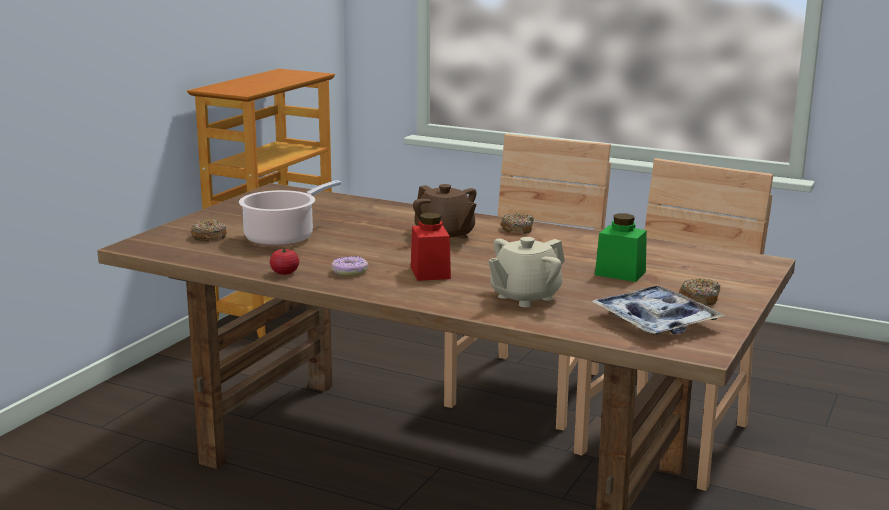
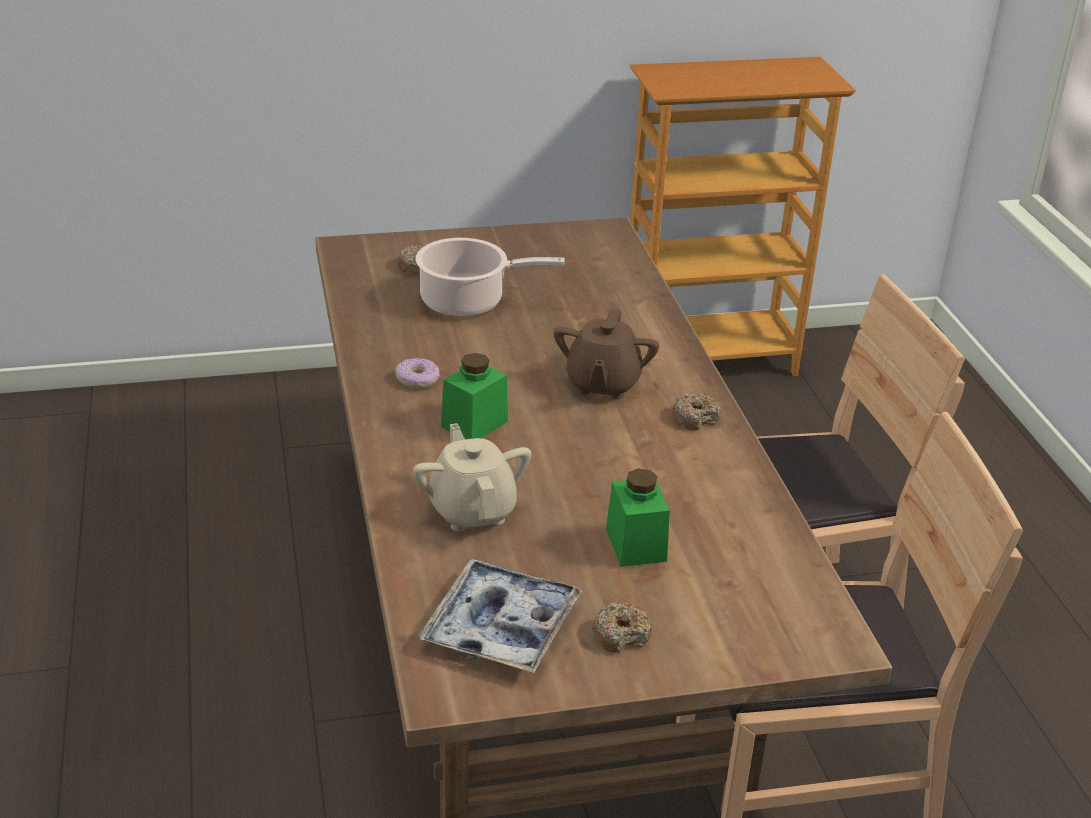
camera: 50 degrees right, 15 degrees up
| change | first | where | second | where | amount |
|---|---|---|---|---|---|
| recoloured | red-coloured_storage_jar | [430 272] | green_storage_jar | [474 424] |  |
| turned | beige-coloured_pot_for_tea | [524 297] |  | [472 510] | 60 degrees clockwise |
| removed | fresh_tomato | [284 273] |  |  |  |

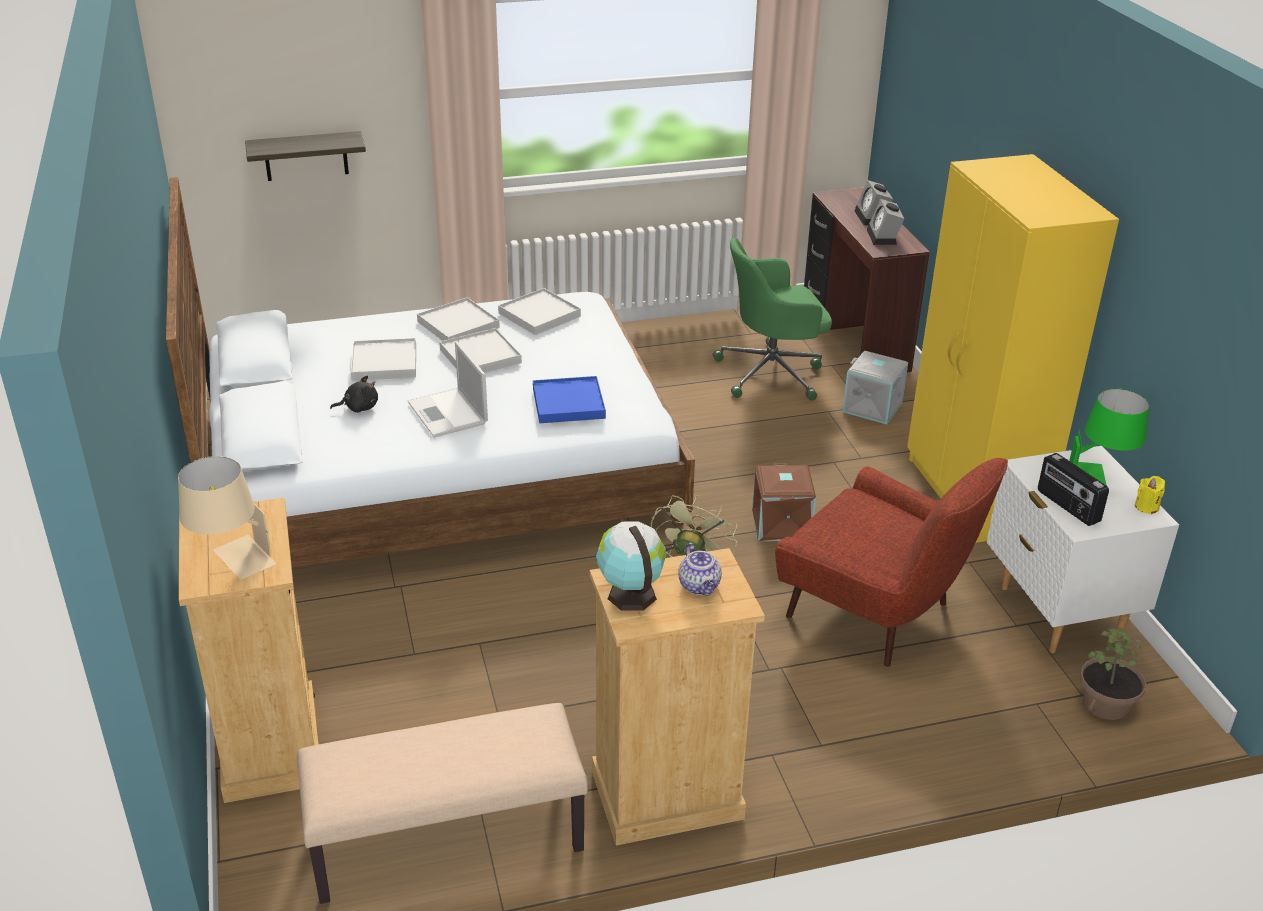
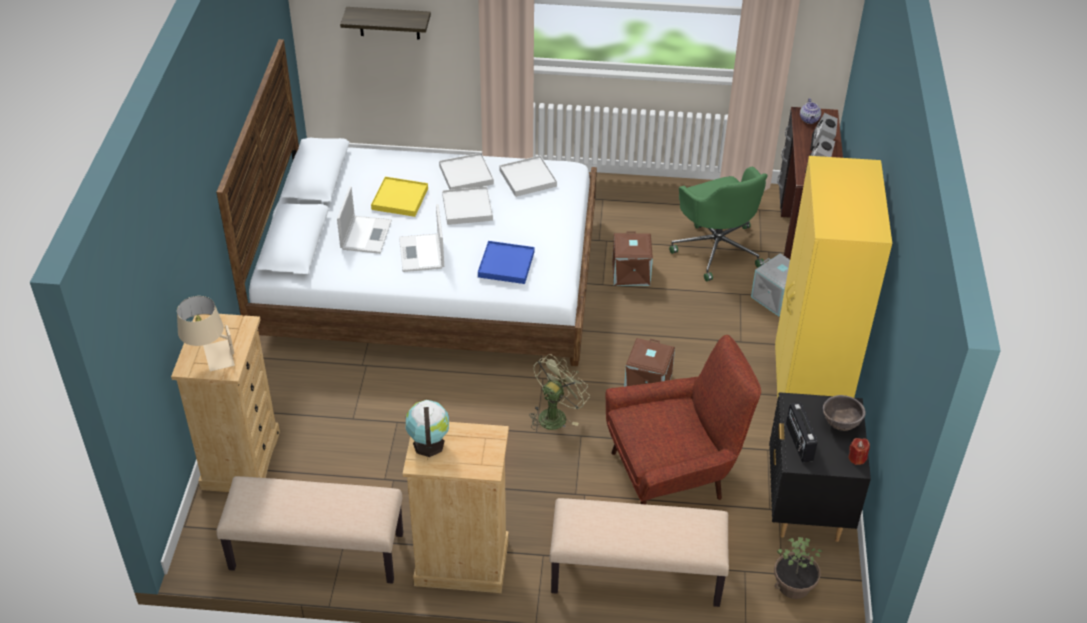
camera: 20 degrees right, 10 degrees up
| change | first | where | second | where | amount |
|---|---|---|---|---|---|
| turned | green_computer_chair | [772 373] |  | [717 248] | 120 degrees counterclockwise |
| recoloured | white_carrying_tray | [384 363] | yellowish_carrying_tray | [400 199] |  |
| replaced | blackish_plush_toy | [359 407] | portable_computer | [366 234] |  |
| replaced | green_lamp_for_a_table | [1099 477] | brown_serving_bowl | [840 425] |  |
| recoloured | white_bedside_table | [1058 613] | blackish_bedside_table | [806 508] |  |
| turned | red-coloured_easy_chair | [876 615] |  | [673 473] | 75 degrees counterclockwise |
| recoloured | yellowish_wax_light | [1146 507] | red-coloured_wax_light | [857 458] |  |
| moved | pot_for_tea | [700 586] |  | [809 120] |  |
| added |  |  | brown_storage_container | [632 273] |  |
| added |  |  | beige-coloured_long_seat | [635 575] |  |

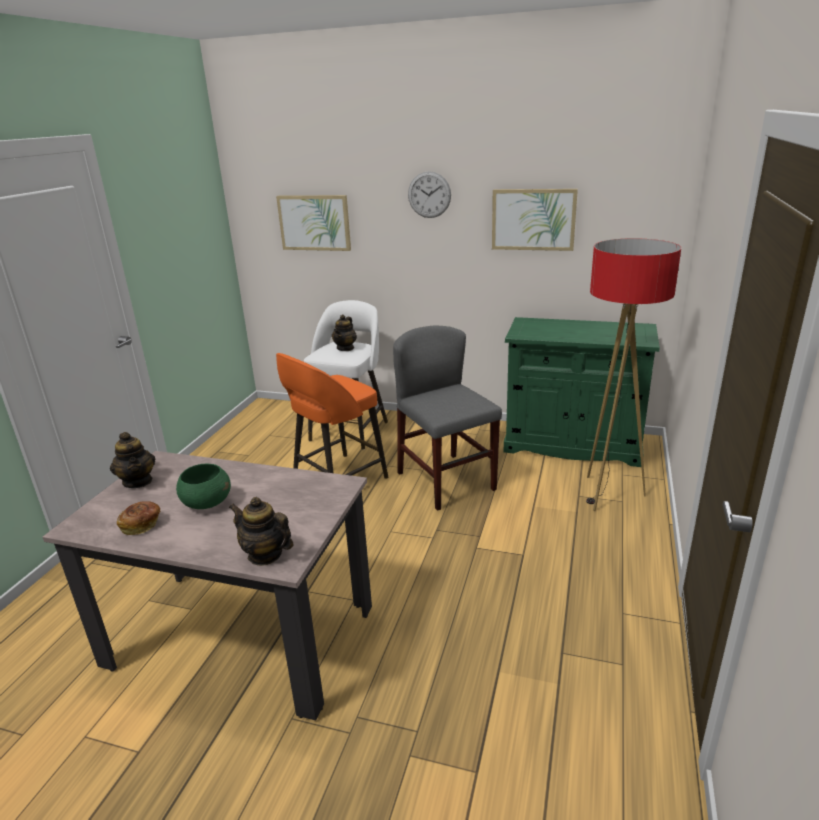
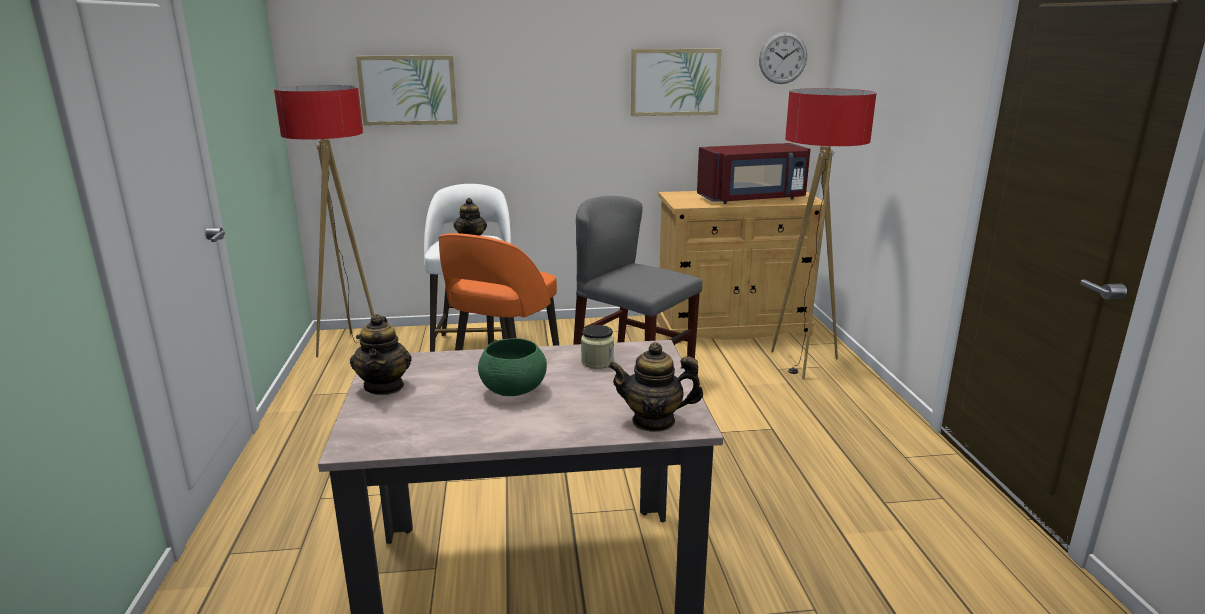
camera: 25 degrees left, 5 degrees down
| change | first | where | second | where | amount |
|---|---|---|---|---|---|
| moved | clock_on_the_wall | [429 195] |  | [783 58] |  |
| recoloured | green_cabinet | [572 444] | beige-coloured_cabinet | [732 326] |  |
| turned | pot_for_tea | [138 481] |  | [384 386] | 45 degrees clockwise |
| removed | bakery_bread | [142 525] |  |  |  |
| added |  |  | standard_lamp | [350 346] |  |
| added |  |  | red-coloured_microwave | [753 199] |  |
| added |  |  | storage_jar | [597 362] |  |

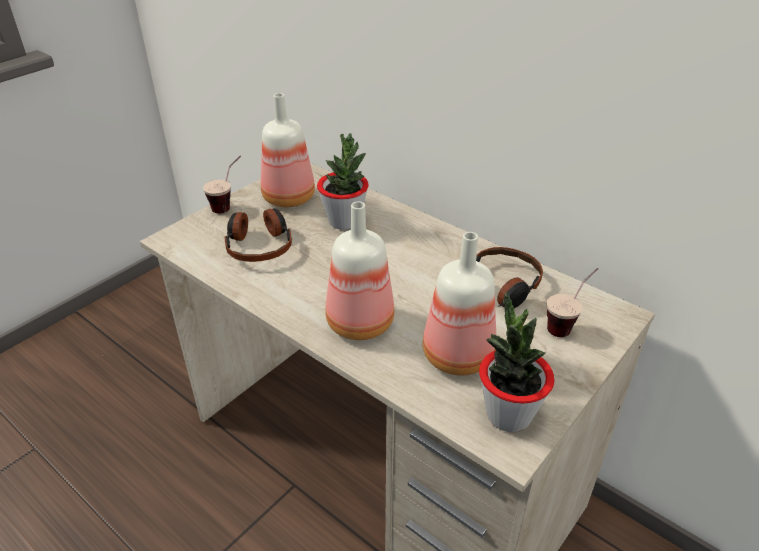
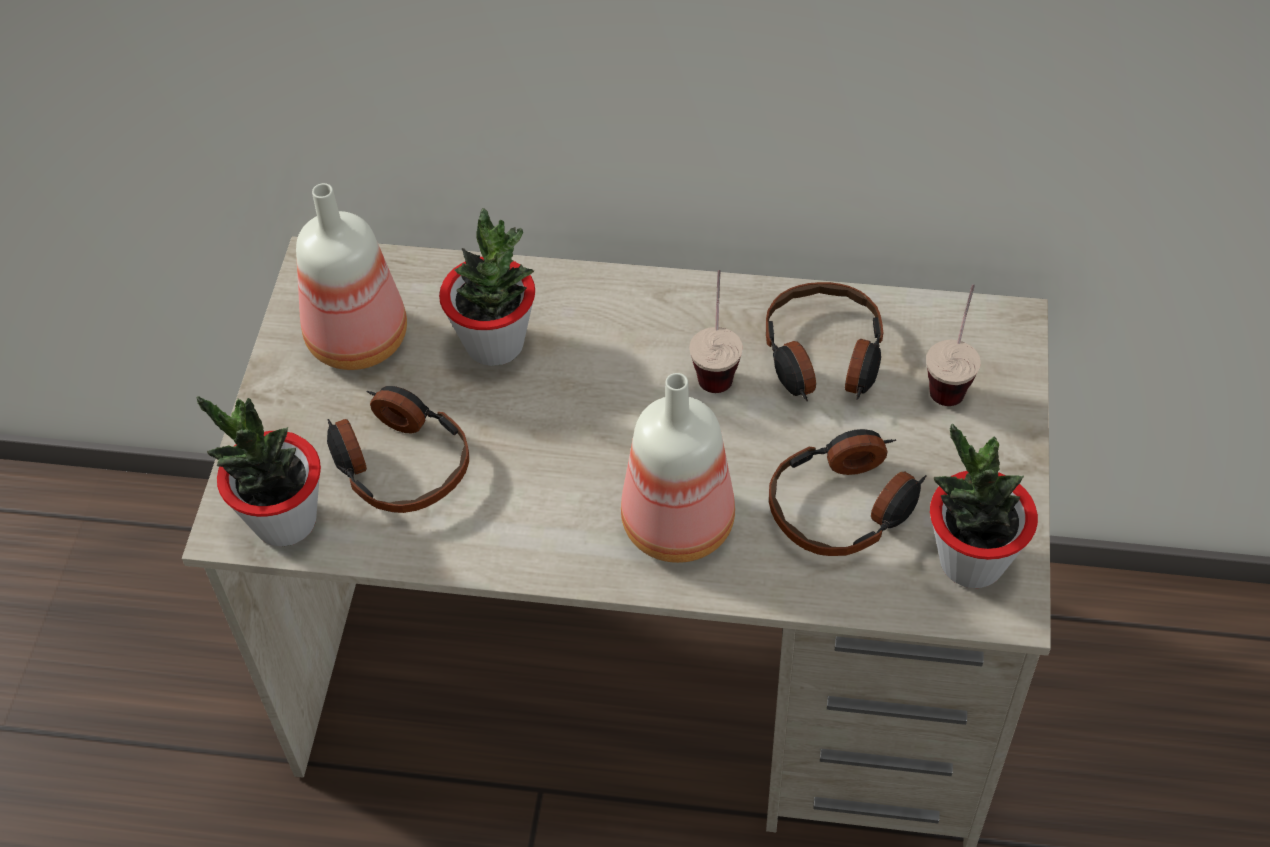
camera: 30 degrees left, 15 degrees up
| change | first | where | second | where | amount |
|---|---|---|---|---|---|
| moved | drinking_cup | [229 204] |  | [716 363] |  |
| replaced | drink_bottle | [456 354] | headset | [845 505] |  |
| added |  |  | plant_in_a_pot | [284 521] |  |

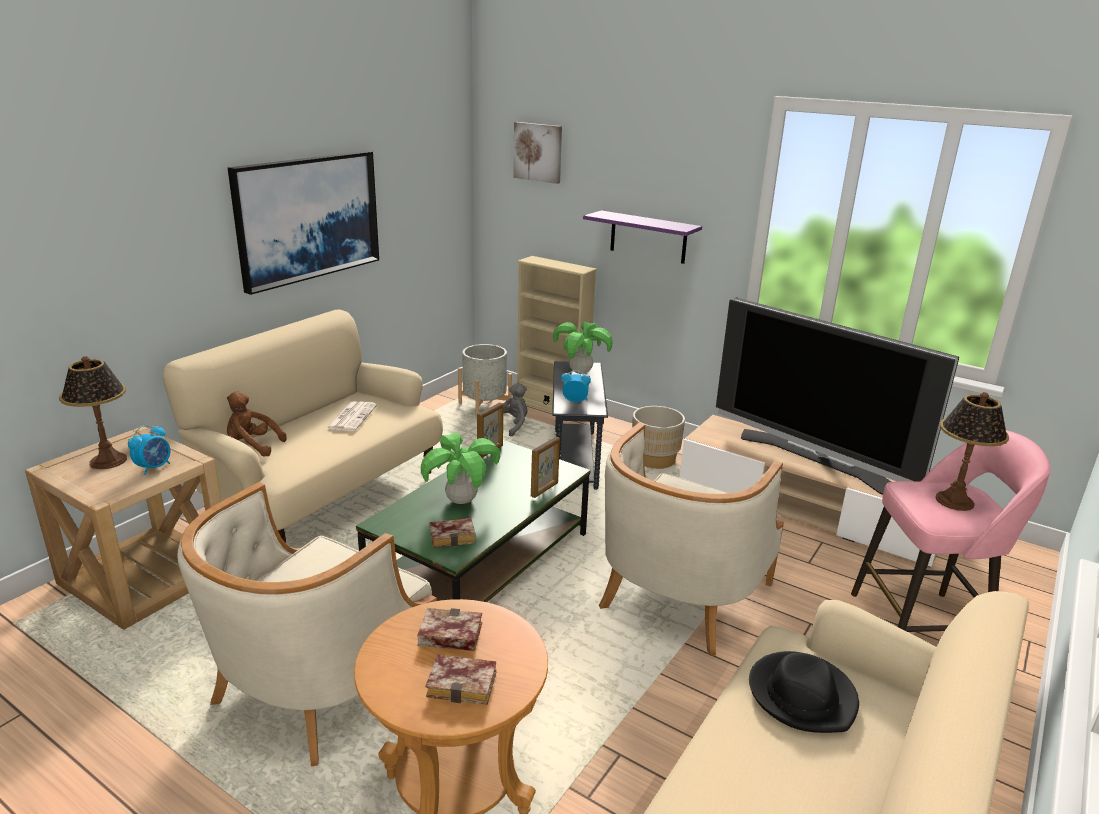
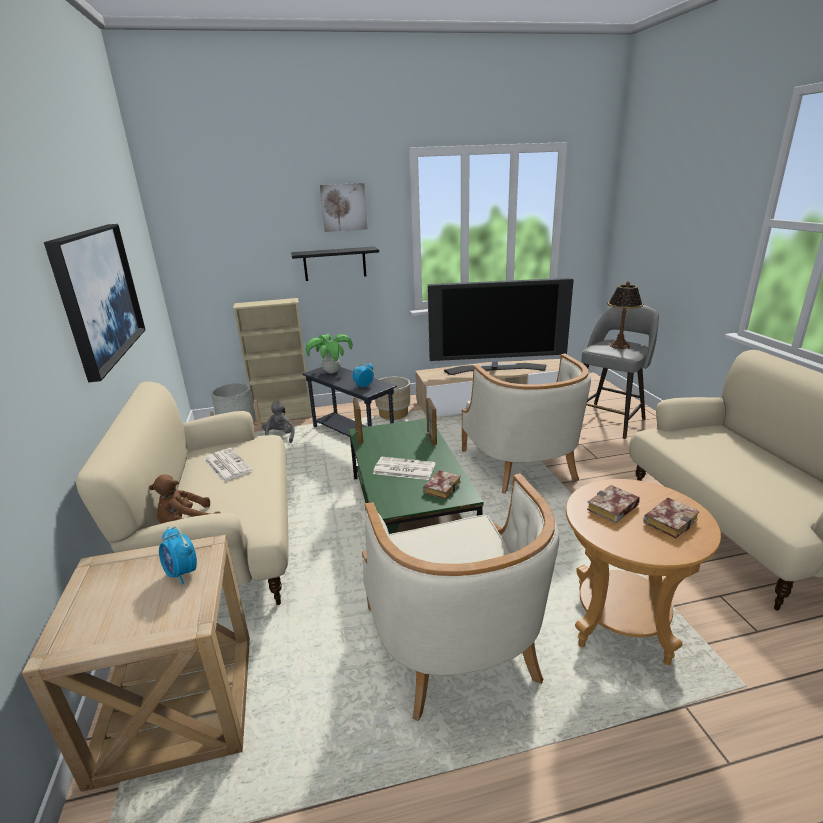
camera: 45 degrees left, 0 degrees up
| change | first | where | second | where | amount |
|---|---|---|---|---|---|
| moved | wall_picture | [538 152] |  | [343 207] |  |
| recoloured | purple_wall_shelf | [648 237] | blackish_wall_shelf | [335 264] |  |
| removed | lamp_for_a_table | [108 461] |  |  |  |
| turned | alarm_clock | [154 467] |  | [182 573] | 150 degrees clockwise |
| recoloured | pink-coloured_sitting_stool | [922 625] | grey_sitting_stool | [609 421] |  |
| replaced | plant_in_a_pot | [461 501] | printed_paper | [403 469] |  |
| removed | blackish_clothing_hat | [802 696] |  |  |  |

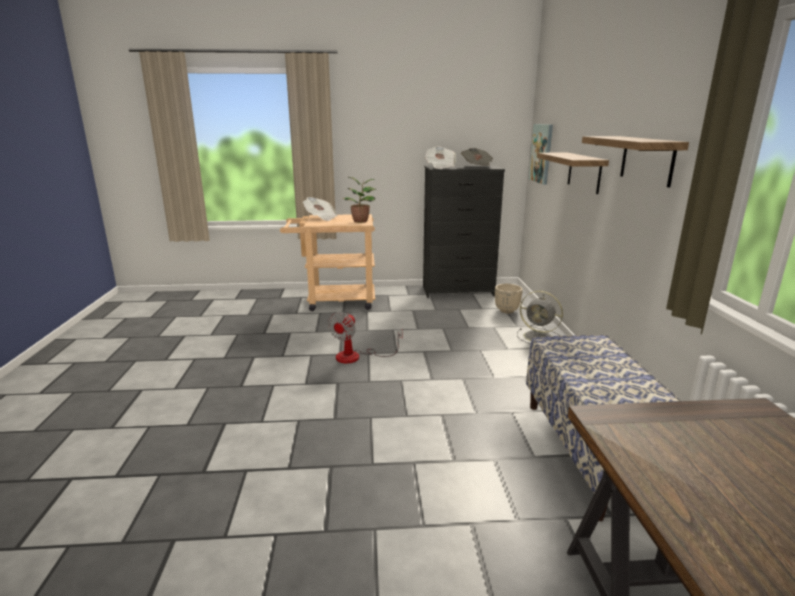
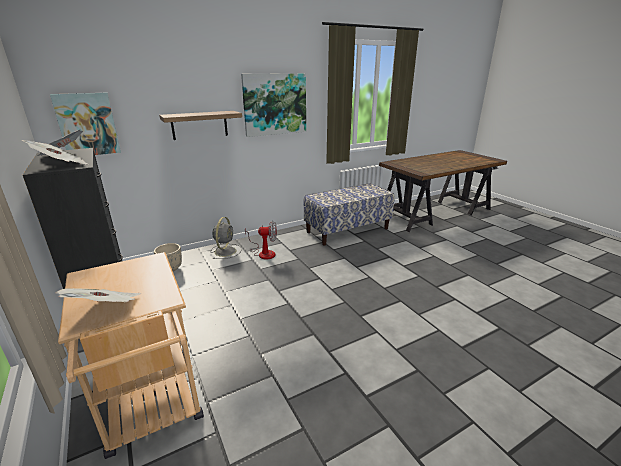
camera: 115 degrees left, 5 degrees up
| change | first | where | second | where | amount |
|---|---|---|---|---|---|
| replaced | wall_shelf | [647 160] | wall_picture | [275 104] |  |
| removed | plant_in_a_pot | [361 221] |  |  |  |
| moved | electric_fan | [356 356] |  | [263 253] |  |

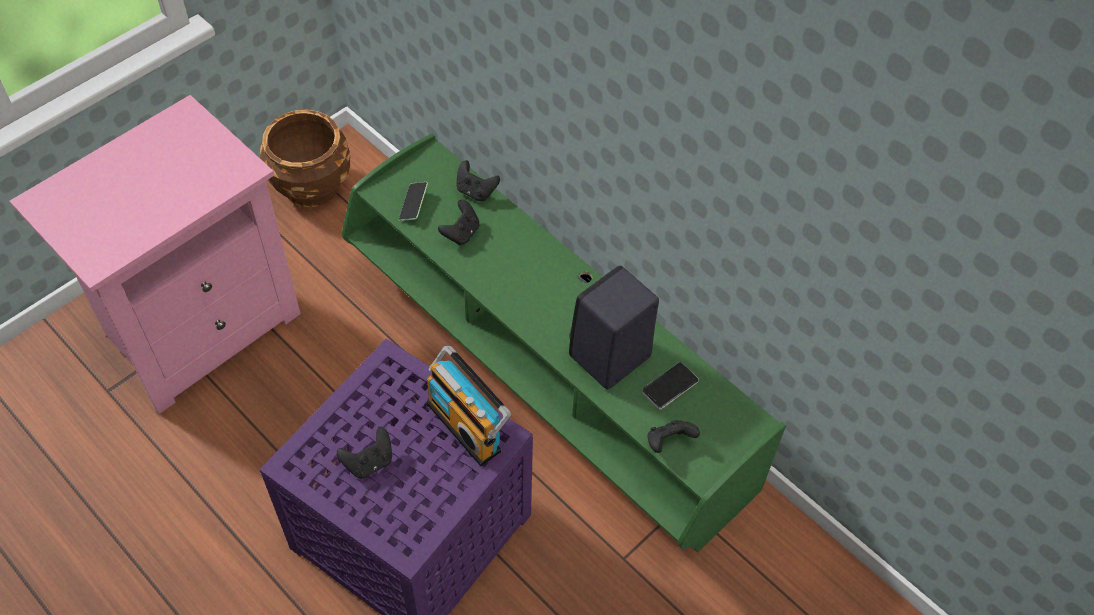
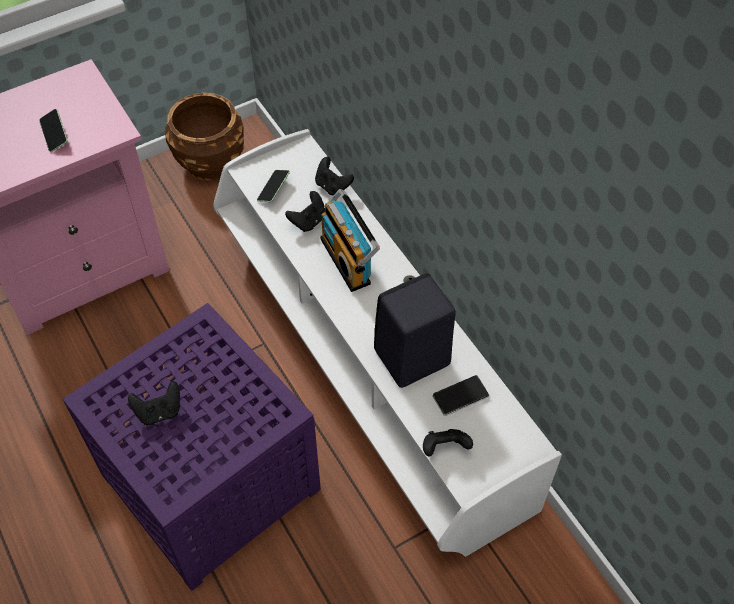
camera: 15 degrees right, 0 degrees up
| change | first | where | second | where | amount |
|---|---|---|---|---|---|
| recoloured | green_media_console | [545 377] | white_media_console | [367 367] |  |
| moved | radio_receiver | [467 425] |  | [348 260] |  |
| added |  |  | phone | [55 135] |  |

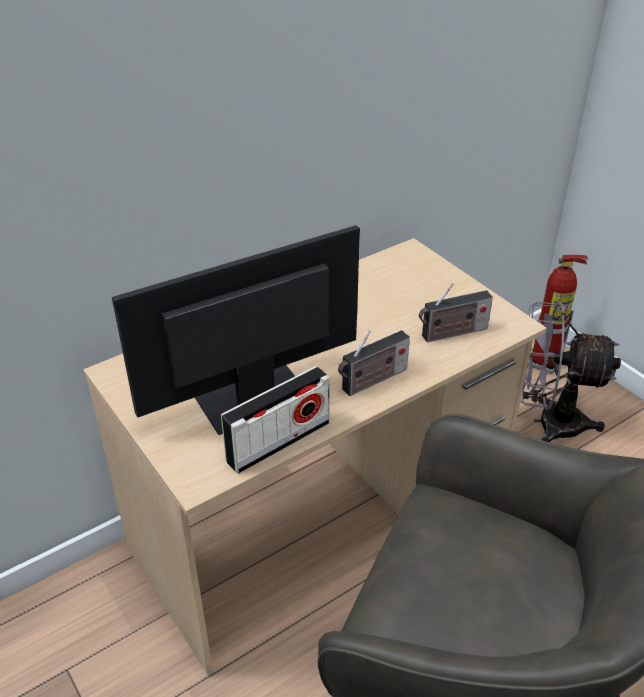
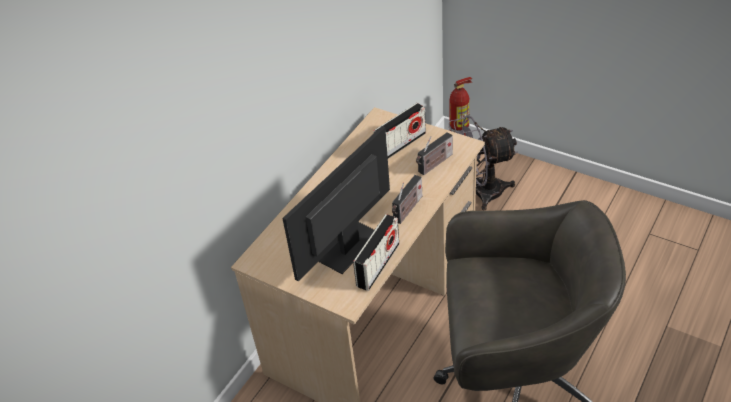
camera: 20 degrees left, 5 degrees up
| change | first | where | second | where | amount |
|---|---|---|---|---|---|
| added |  |  | radio_receiver | [400 145] |  |

